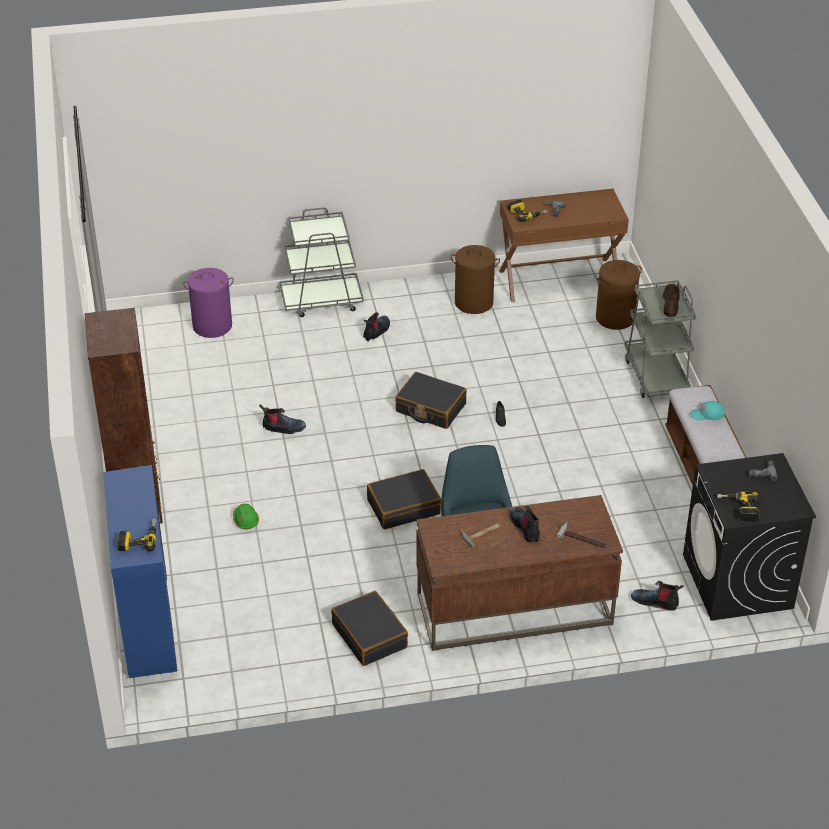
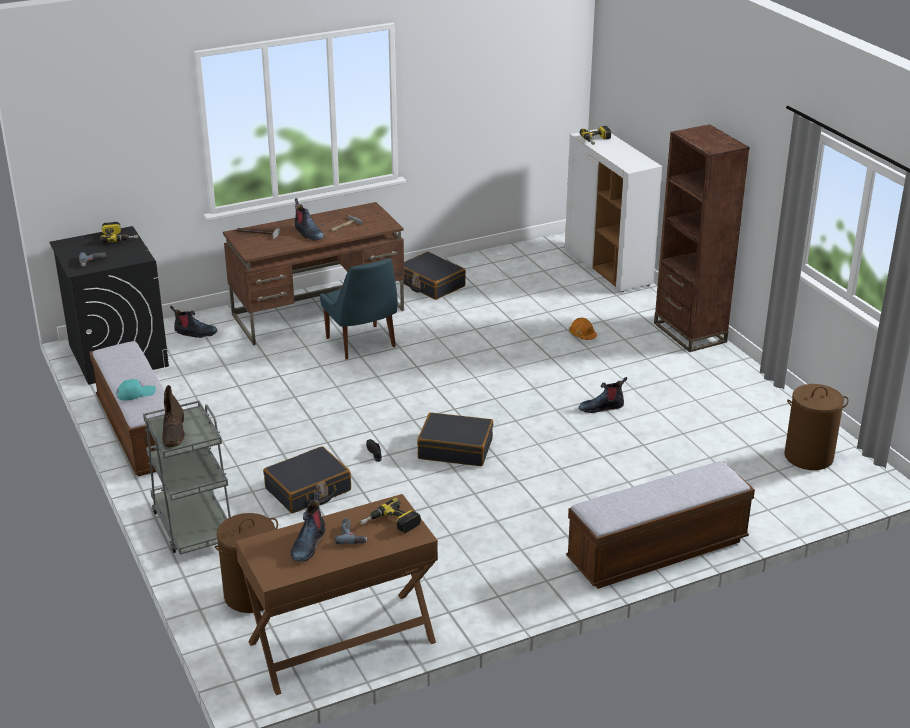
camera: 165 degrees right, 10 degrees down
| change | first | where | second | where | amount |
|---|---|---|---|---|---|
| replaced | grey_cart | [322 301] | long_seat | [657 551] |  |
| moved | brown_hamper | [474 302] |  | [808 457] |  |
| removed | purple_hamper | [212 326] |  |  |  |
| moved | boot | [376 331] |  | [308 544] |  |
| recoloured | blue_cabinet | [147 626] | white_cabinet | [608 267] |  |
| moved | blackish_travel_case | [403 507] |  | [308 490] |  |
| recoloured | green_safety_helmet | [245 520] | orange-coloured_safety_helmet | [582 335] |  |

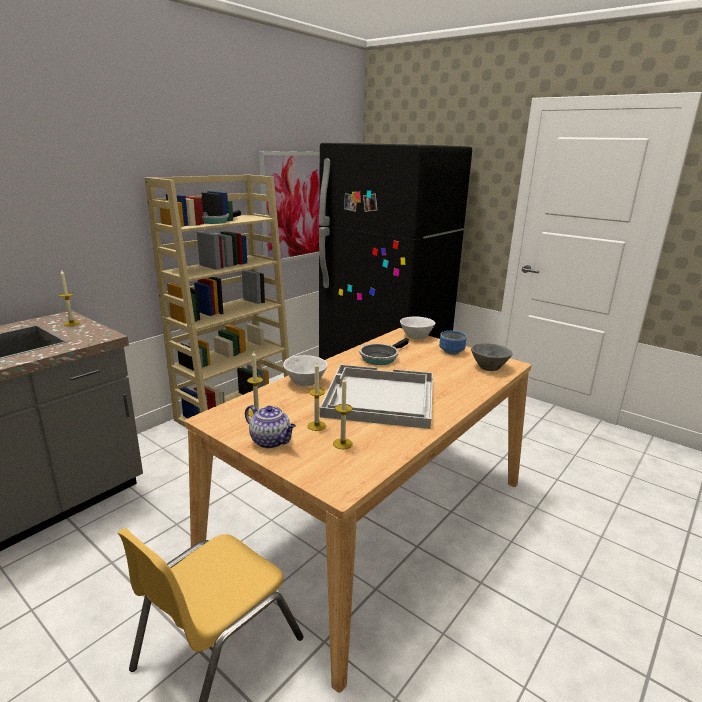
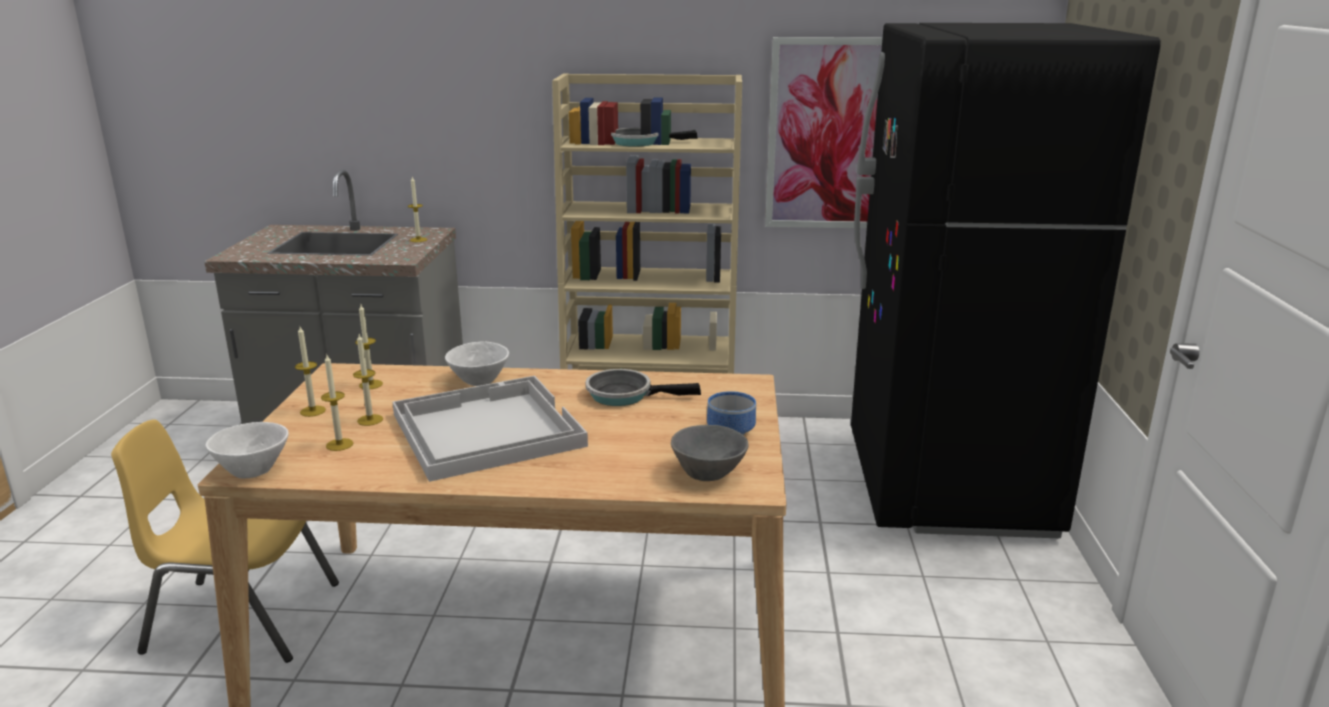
camera: 55 degrees right, 0 degrees up
| change | first | where | second | where | amount |
|---|---|---|---|---|---|
| moved | white_serving_bowl | [416 336] |  | [255 469] |  |
| replaced | pot_for_tea | [271 441] | wax_light | [313 411] |  |

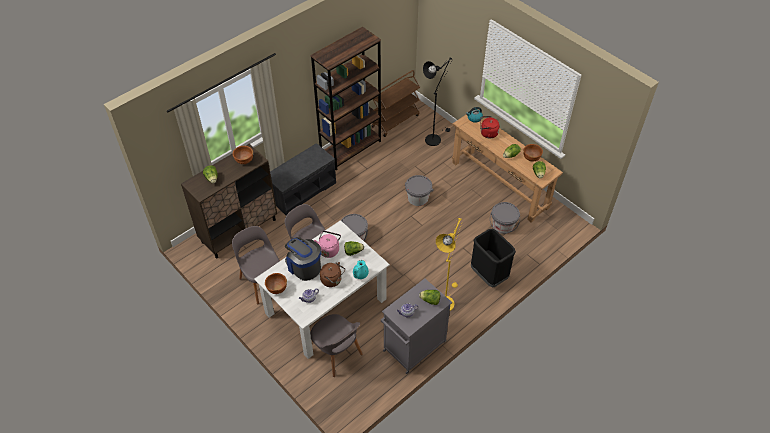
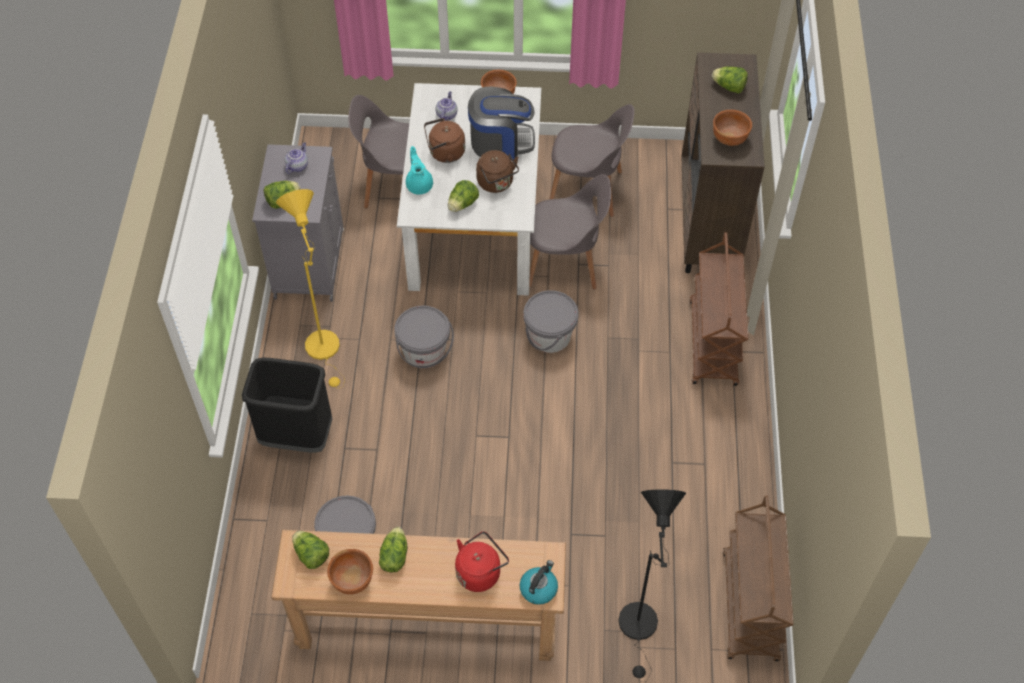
camera: 135 degrees right, 5 degrees up
| change | first | where | second | where | amount |
|---|---|---|---|---|---|
| removed | brown_shelving_unit | [351 149] |  |  |  |
| replaced | grey_long_seat | [302 190] | brown_cart | [713 344] |  |
| moved | grey_water_bucket | [418 198] |  | [424 351] |  |
| recoloured | pink-coloured_water_kettle | [329 249] | brown_water_kettle | [496 183] |  |

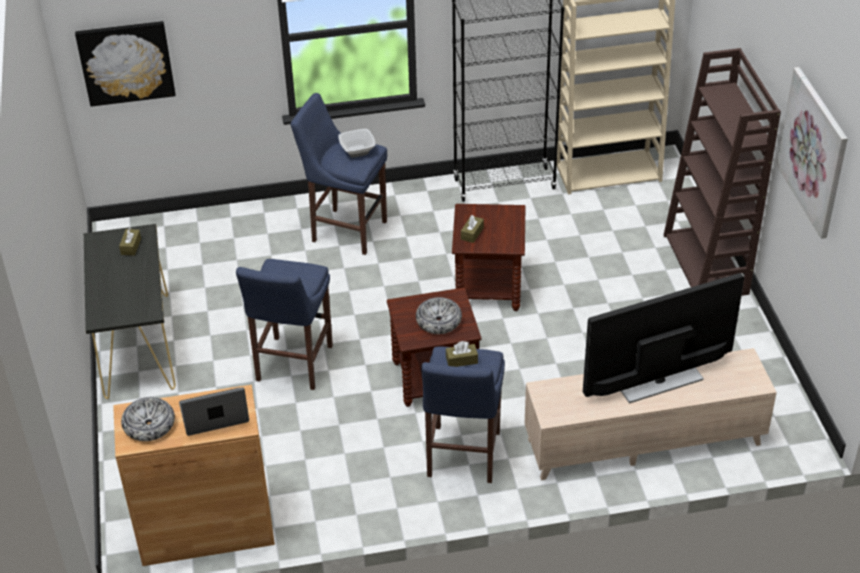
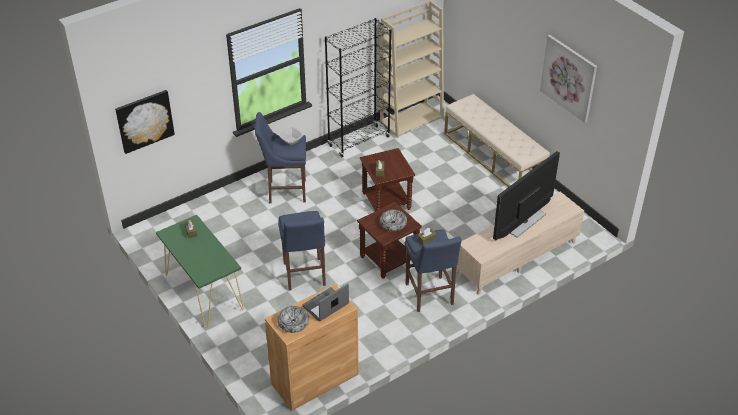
camera: 25 degrees left, 0 degrees up
| change | first | where | second | where | amount |
|---|---|---|---|---|---|
| replaced | brown_shelving_unit | [706 264] | beige-coloured_long_seat | [493 157] |  |
| recoloured | blackish_narrow_table | [137 345] | green_narrow_table | [204 291] |  |

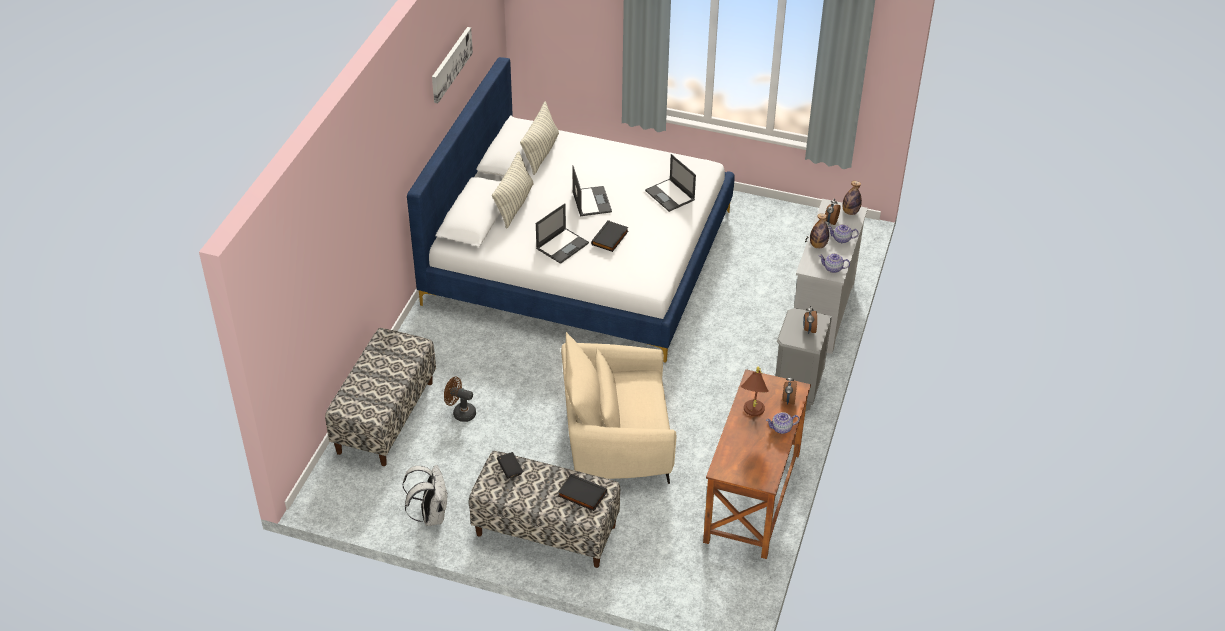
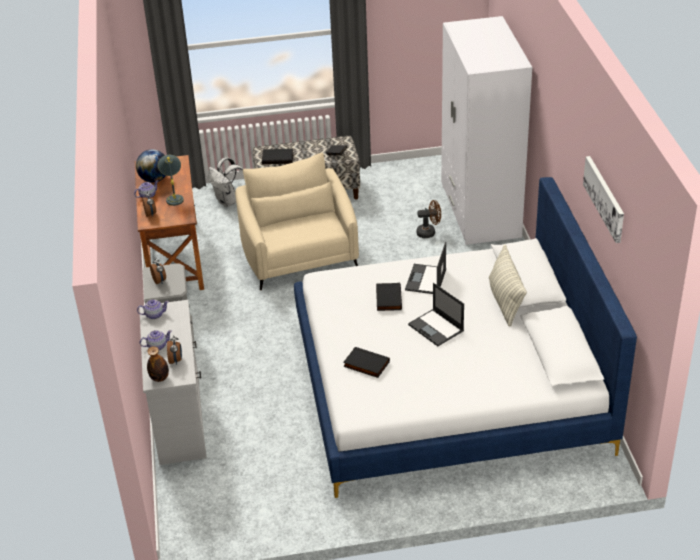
camera: 155 degrees right, 5 degrees down
| change | first | where | second | where | amount |
|---|---|---|---|---|---|
| removed | throw_pillow | [541 153] |  |  |  |
| replaced | portable_computer | [670 195] | blackish_bound_book | [365 365] |  |
| removed | drink_bottle | [818 245] |  |  |  |
| replaced | long_seat | [385 417] | white_clothes_cupboard | [479 212] |  |
| turned | beige-coloured_easy_chair | [615 440] |  | [299 256] | 75 degrees counterclockwise |
| recoloured | brown_lamp_for_a_table | [752 414] | grey_lamp_for_a_table | [174 197] |  |
| moved | white_backpack | [431 515] |  | [229 201] |  |
| added |  |  | world_globe | [154 179] |  |

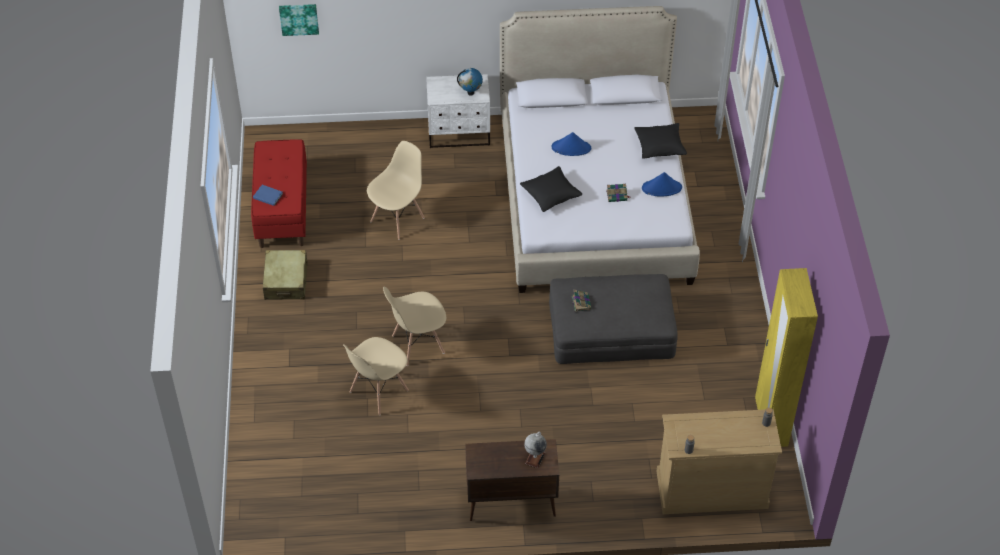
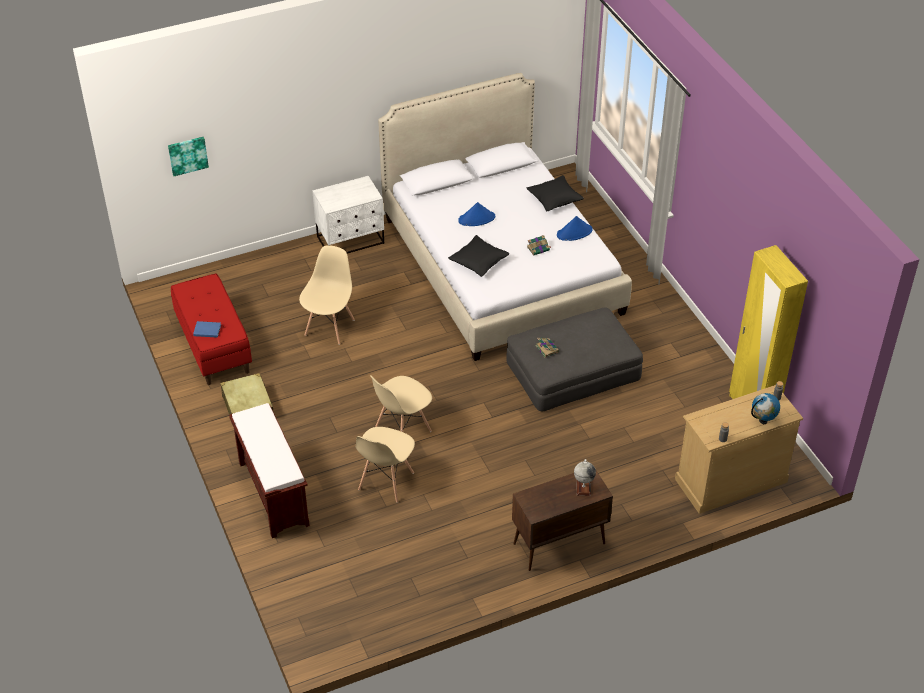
camera: 20 degrees left, 5 degrees down
| change | first | where | second | where | amount |
|---|---|---|---|---|---|
| moved | world_globe | [470 92] |  | [763 421] |  |
| added |  |  | brown_long_seat | [272 493] |  |

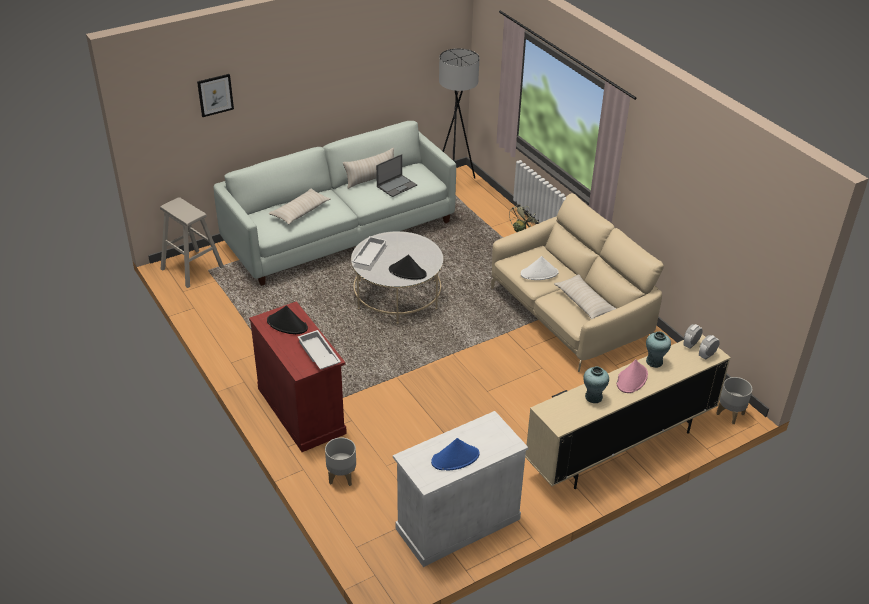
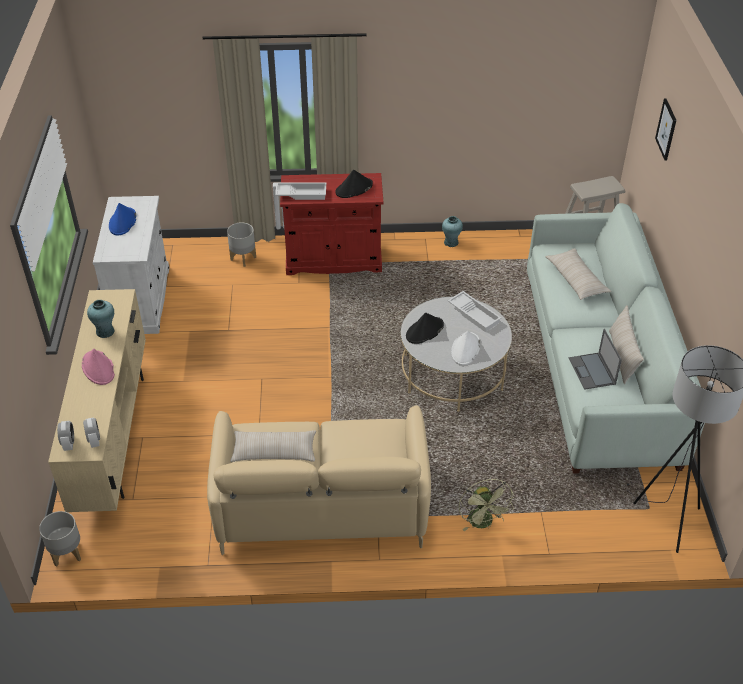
camera: 120 degrees right, 5 degrees up
| change | first | where | second | where | amount |
|---|---|---|---|---|---|
| moved | white_clothing_hat | [539 273] |  | [465 349] |  |
| moved | turquoise-coloured_decorative_vase | [654 361] |  | [451 243] |  |

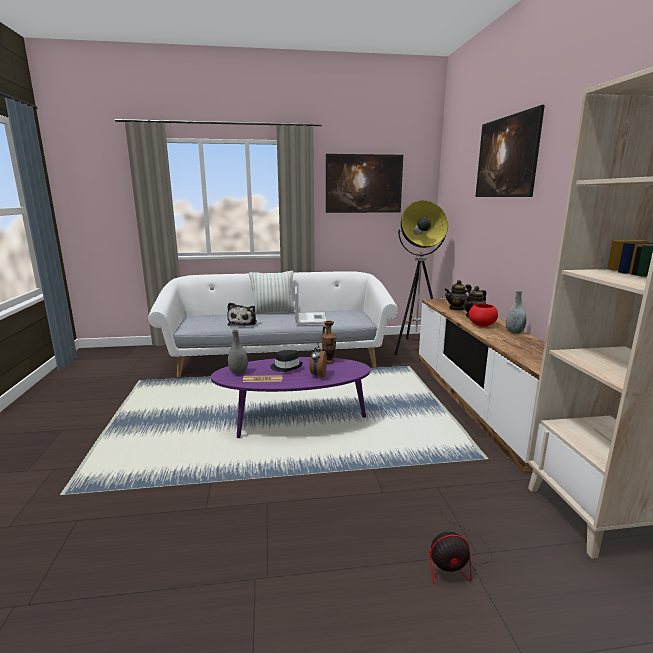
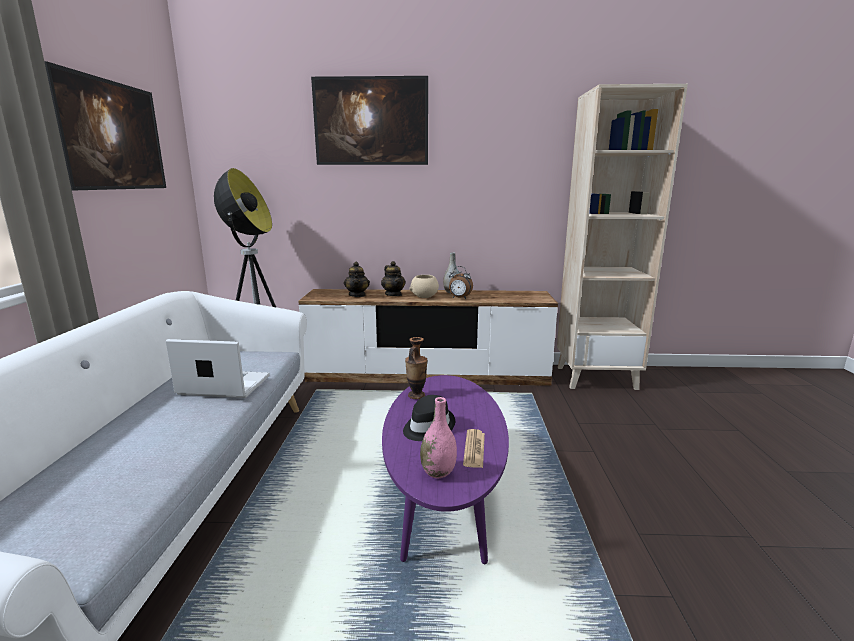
camera: 80 degrees left, 0 degrees up
| change | first | where | second | where | amount |
|---|---|---|---|---|---|
| removed | throw_pillow | [273 312] |  |  |  |
| removed | plush_toy | [243 323] |  |  |  |
| recoloured | red-coloured_serving_bowl | [481 325] | beige-coloured_serving_bowl | [424 296] |  |
| recoloured | grey_decorative_vase | [238 372] | pink-coloured_decorative_vase | [438 472] |  |
| moved | alarm_clock | [318 375] |  | [459 298] |  |
| removed | electric_fan | [455 560] |  |  |  |

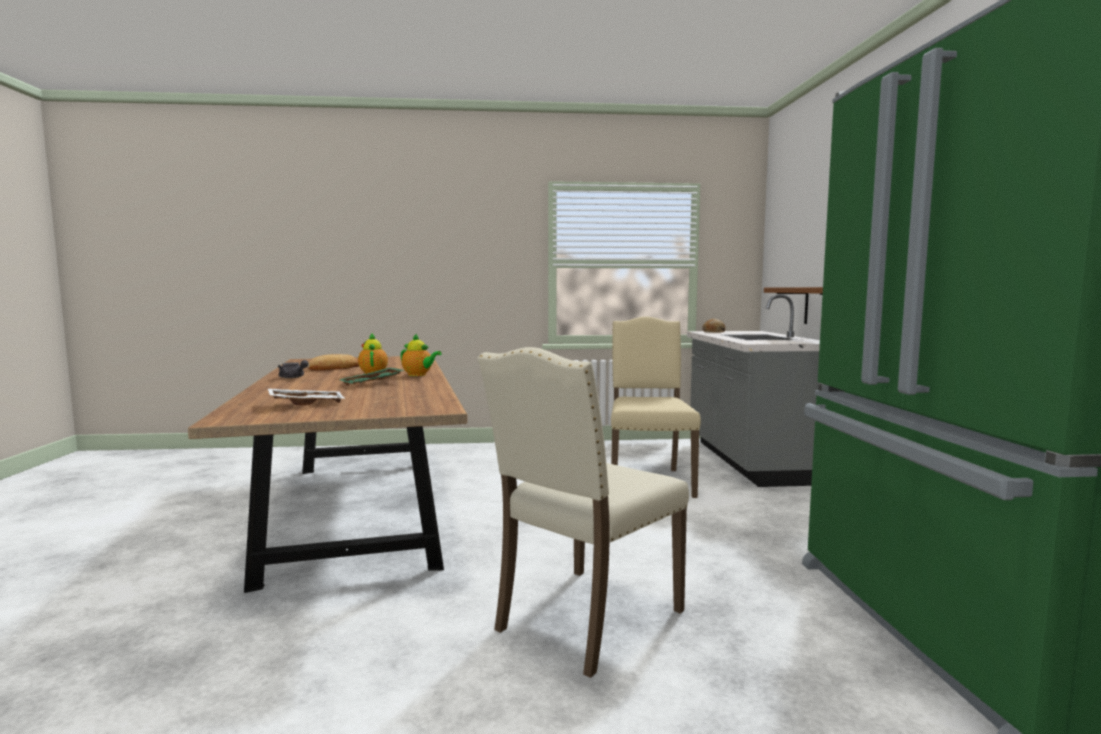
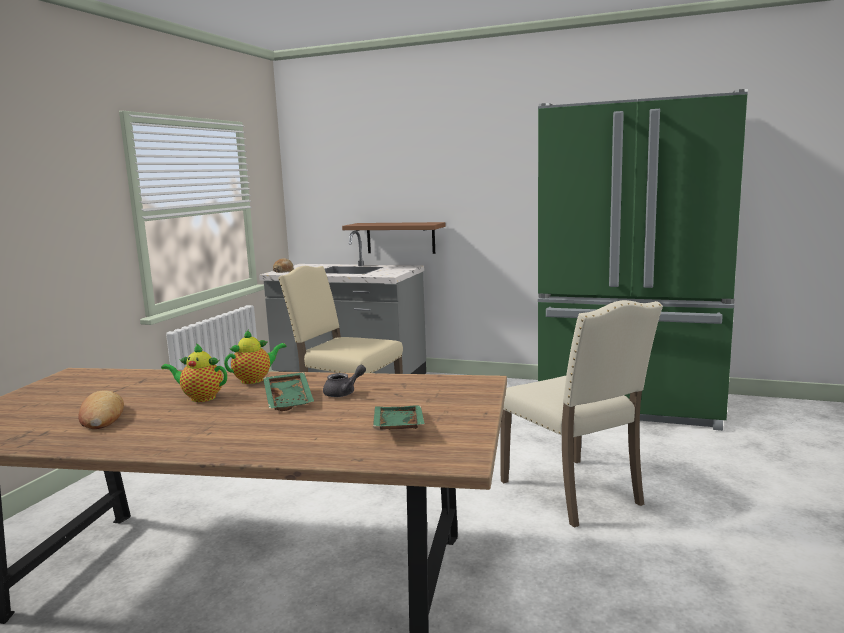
camera: 65 degrees left, 5 degrees up
| change | first | where | second | where | amount |
|---|---|---|---|---|---|
| moved | grey_pot_for_tea | [293 377] |  | [344 393] |  |
| recoloured | white_carrying_tray | [306 403] | green_carrying_tray | [397 427] |  |

